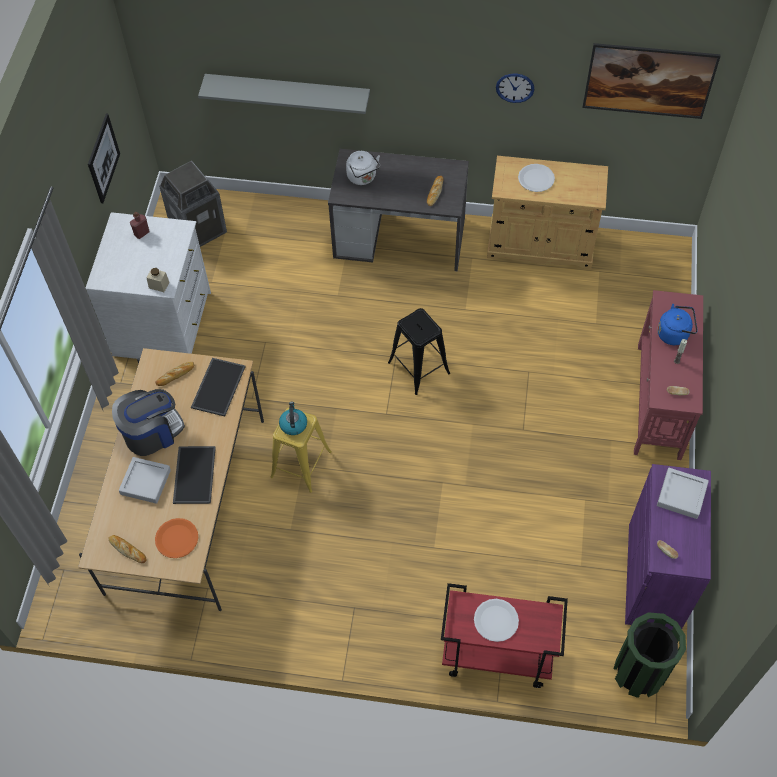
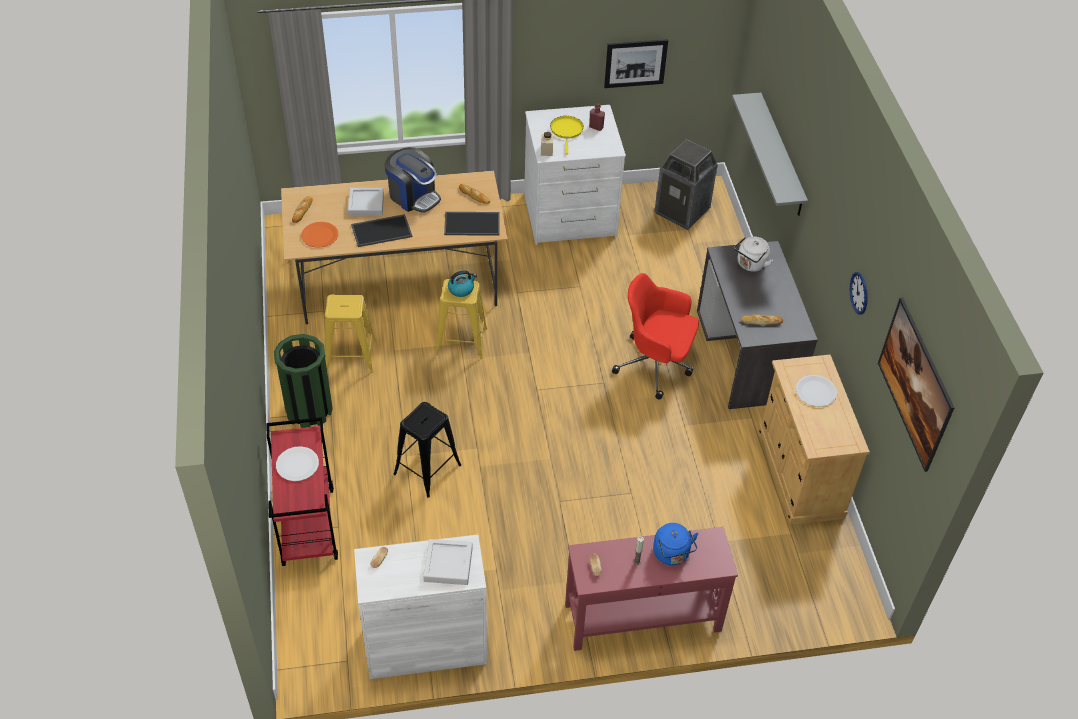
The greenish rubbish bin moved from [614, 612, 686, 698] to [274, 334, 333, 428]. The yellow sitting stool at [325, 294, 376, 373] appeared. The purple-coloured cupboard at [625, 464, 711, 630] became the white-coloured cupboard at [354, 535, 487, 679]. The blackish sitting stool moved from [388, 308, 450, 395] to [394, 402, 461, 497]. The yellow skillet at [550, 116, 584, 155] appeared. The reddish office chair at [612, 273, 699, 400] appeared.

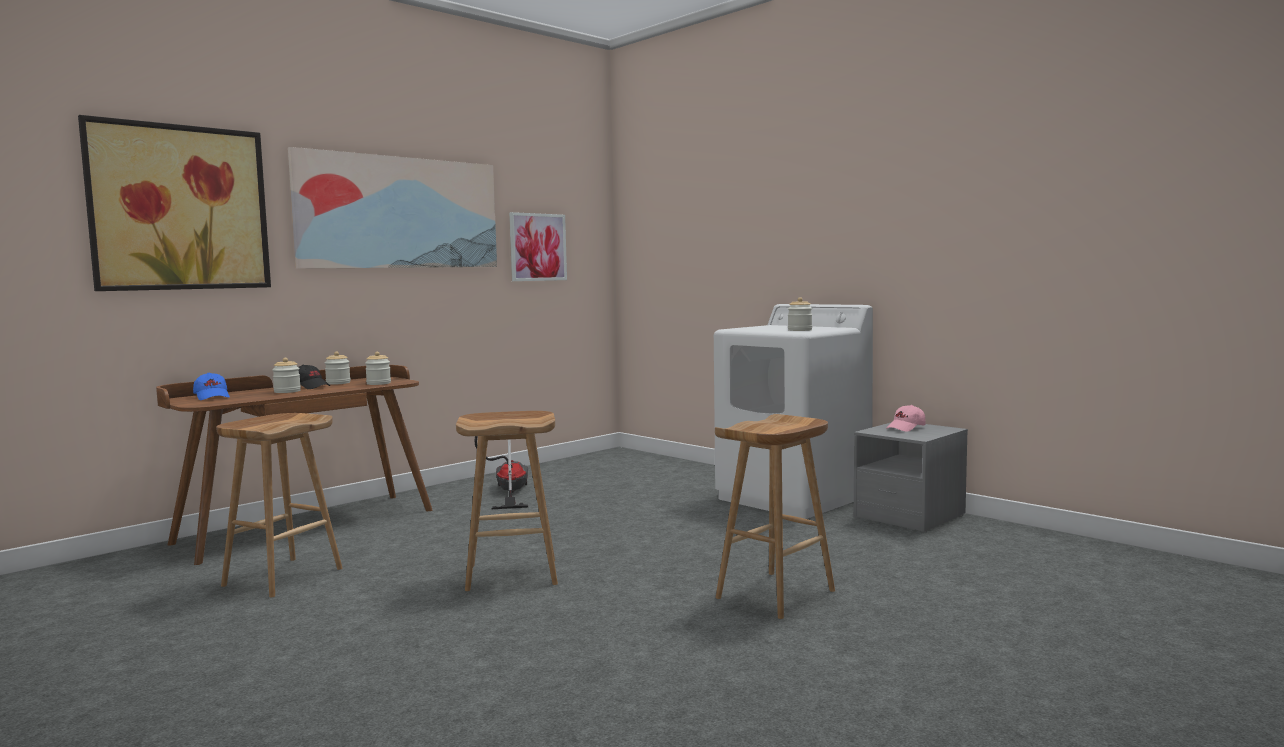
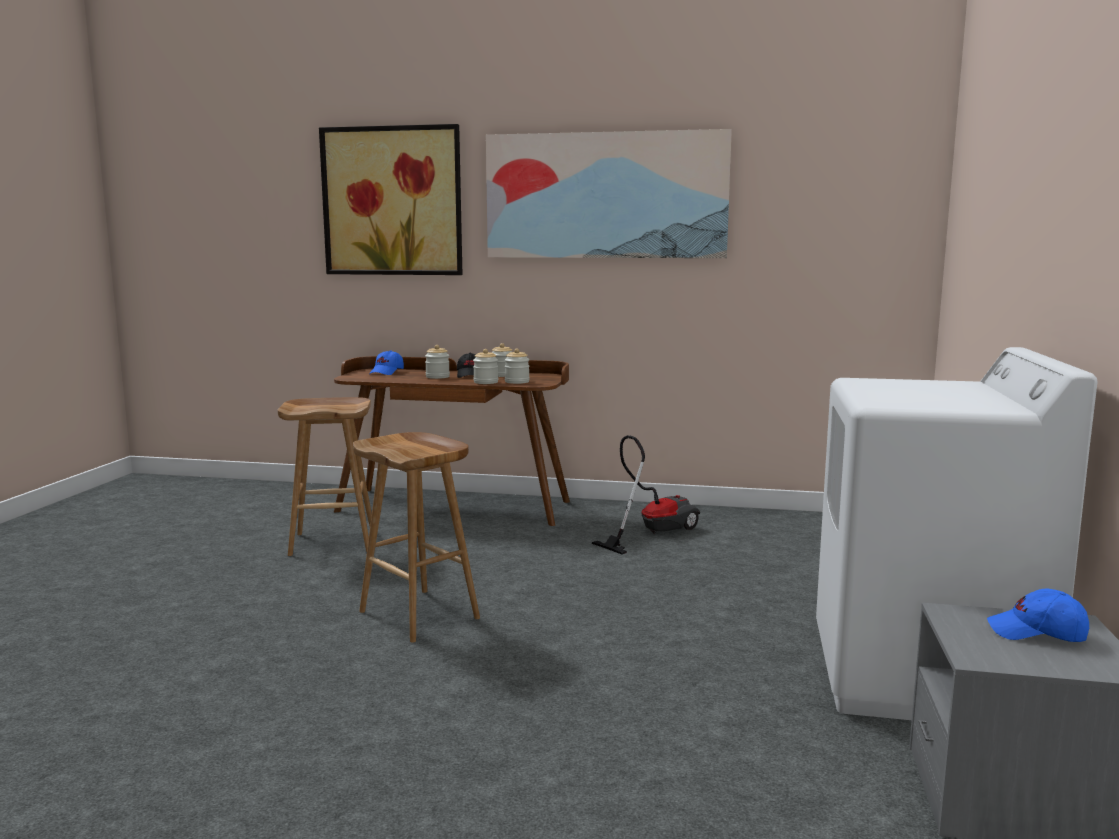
The preserve jar moved from [788, 297, 812, 331] to [473, 349, 498, 384]. The pinkish baseball cap at [886, 405, 926, 432] became the blue-coloured baseball cap at [987, 588, 1089, 642]. The wall art at [509, 212, 567, 281] disappeared. The brownish sitting stool at [715, 414, 835, 619] disappeared.

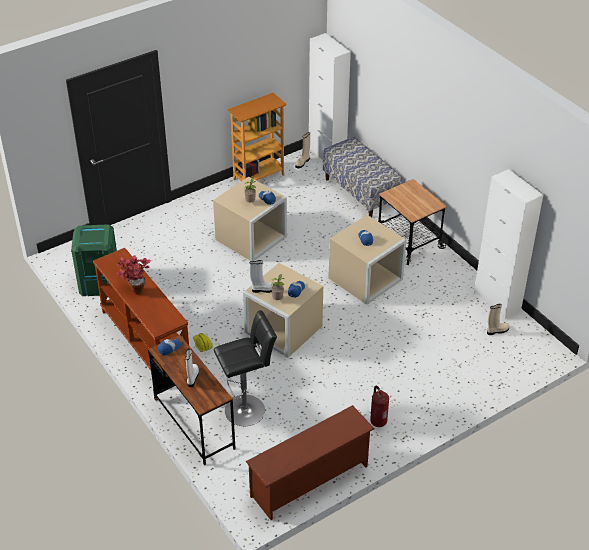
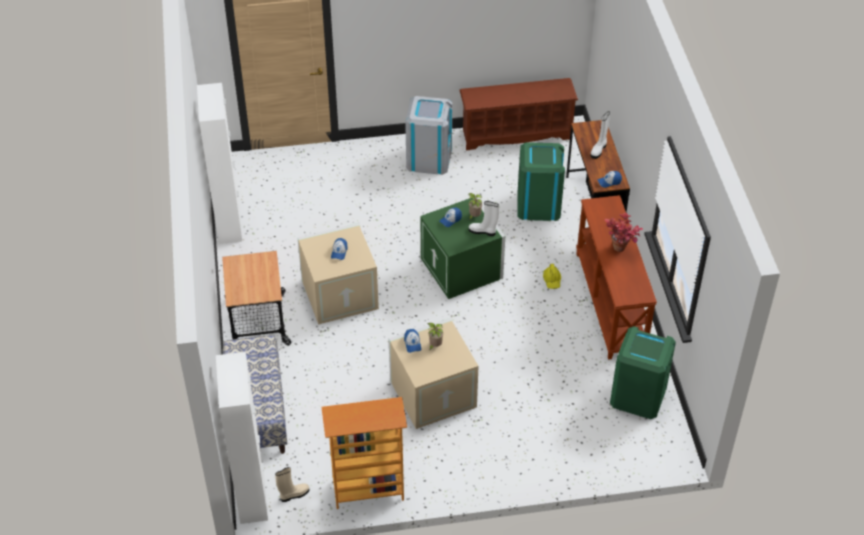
The extinguisher at [370, 385, 389, 427] was replaced by the gray rubbish bin at [405, 96, 452, 175]. The beige storage bin at [243, 263, 323, 358] became the greenish storage bin at [420, 196, 505, 299]. The blackish sitting stool at [214, 311, 277, 426] was replaced by the greenish rubbish bin at [517, 142, 565, 221]. The beige tall boot at [487, 304, 510, 335] disappeared.

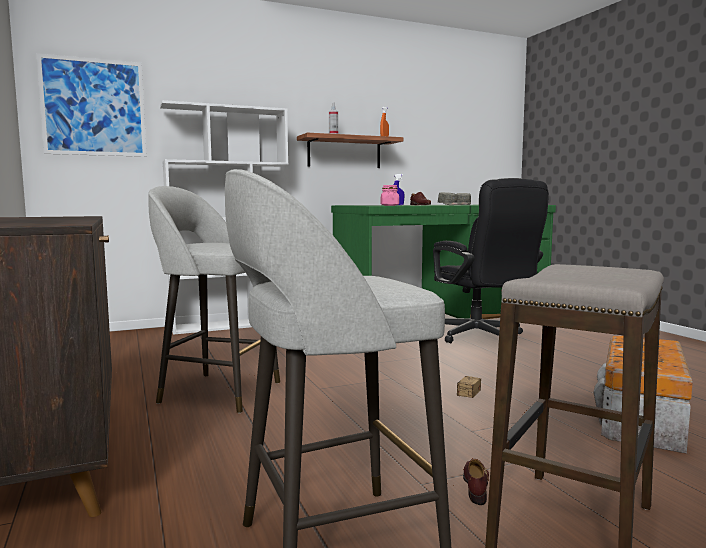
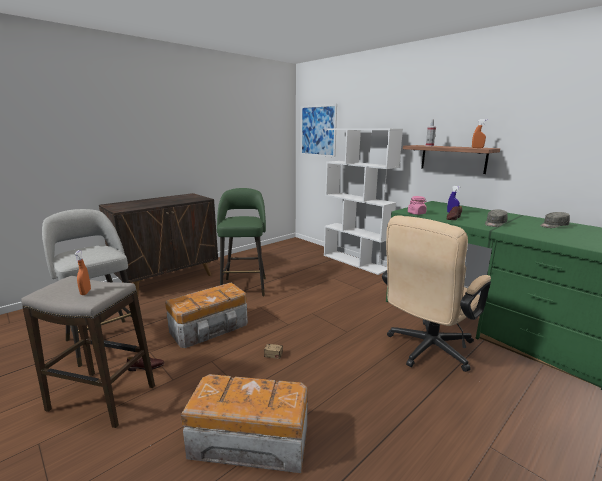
The orangey sprayer at [74, 250, 91, 295] appeared. The storage bin at [165, 283, 248, 348] appeared. The gray sitting stool at [149, 186, 280, 413] became the greenish sitting stool at [217, 188, 266, 296]. The blackish office chair at [433, 178, 549, 343] became the beige office chair at [382, 216, 491, 372].

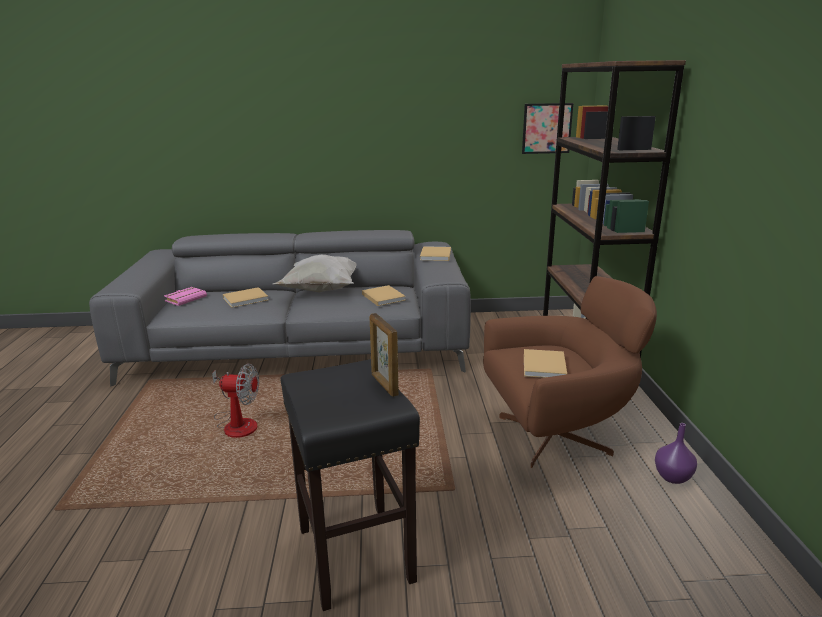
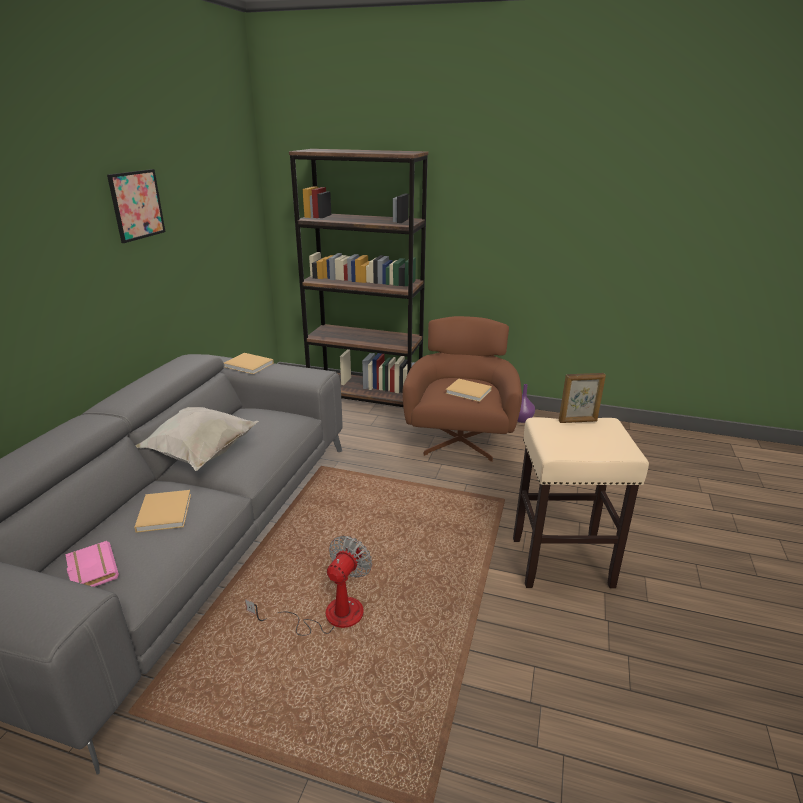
The wall art moved from [522, 103, 573, 154] to [107, 169, 165, 243]. The blackish sitting stool at [281, 359, 420, 611] became the beige sitting stool at [513, 417, 649, 588]. The beige book at [362, 285, 406, 306] disappeared.

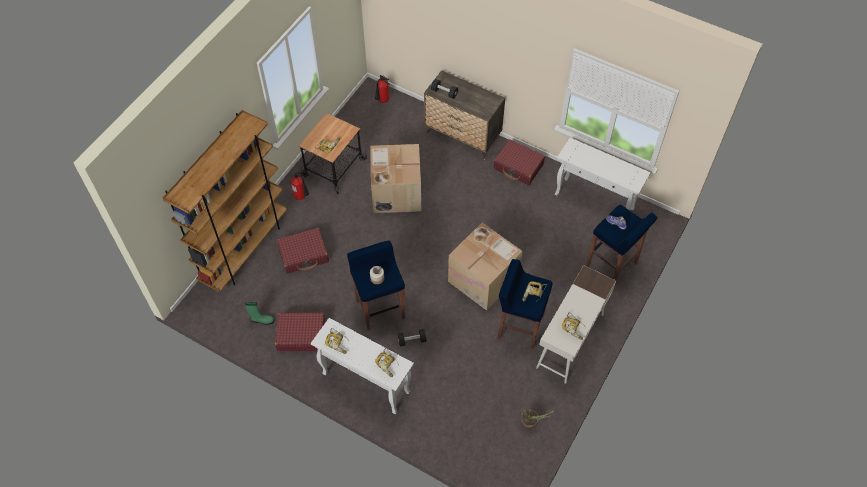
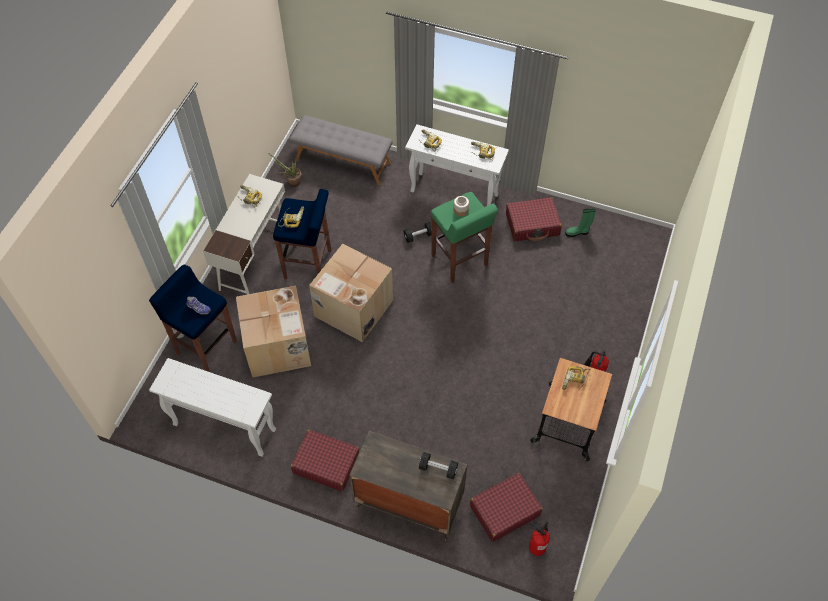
The carton moved from [370, 144, 421, 213] to [236, 286, 311, 377]. The gray bench at [289, 115, 393, 185] appeared. The blue-coloured sitting stool at [347, 241, 405, 331] became the greenish sitting stool at [431, 192, 498, 283]. The reddish travel case moved from [277, 228, 329, 273] to [470, 473, 543, 542]. The brownish bookshelf at [163, 110, 287, 292] disappeared.

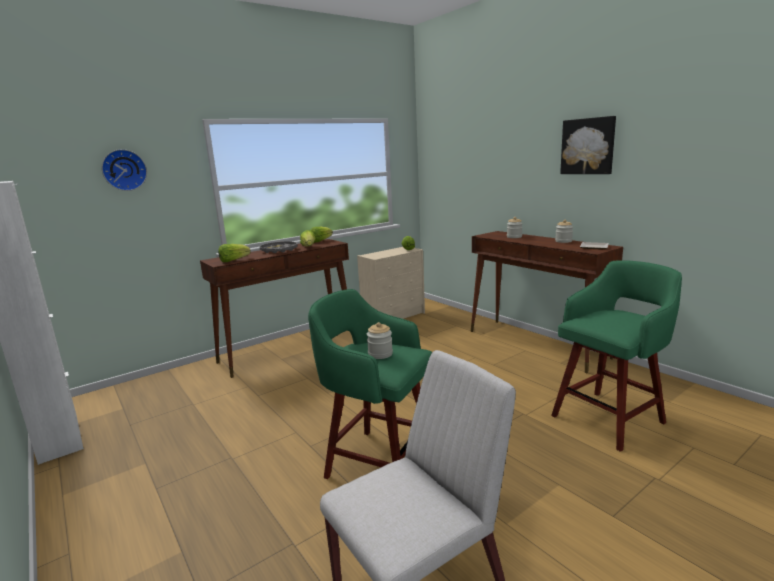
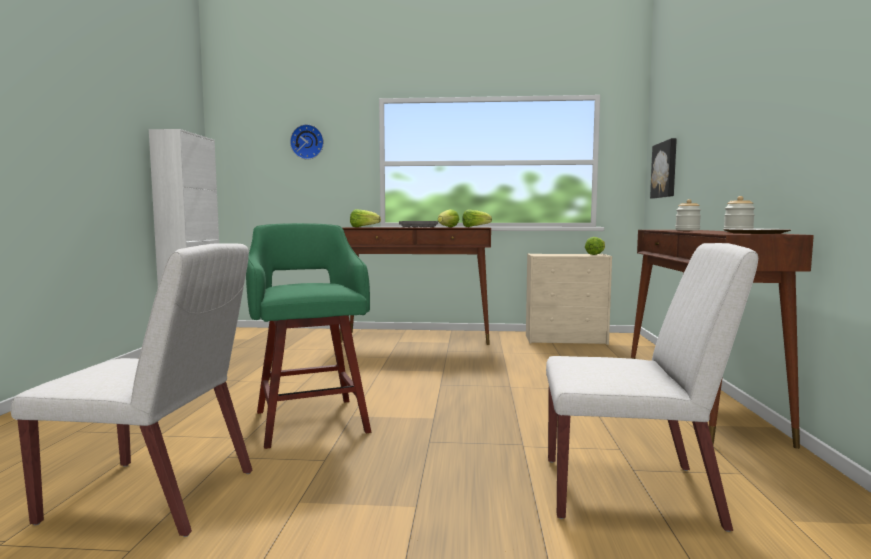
The greenish sitting stool at [551, 260, 682, 452] was replaced by the white-coloured chair at [546, 243, 758, 532]. The wall art moved from [560, 116, 616, 174] to [650, 138, 677, 198]. The preserve jar at [367, 322, 393, 359] disappeared.

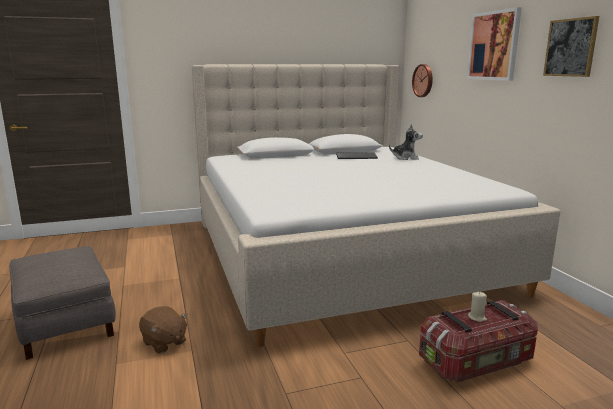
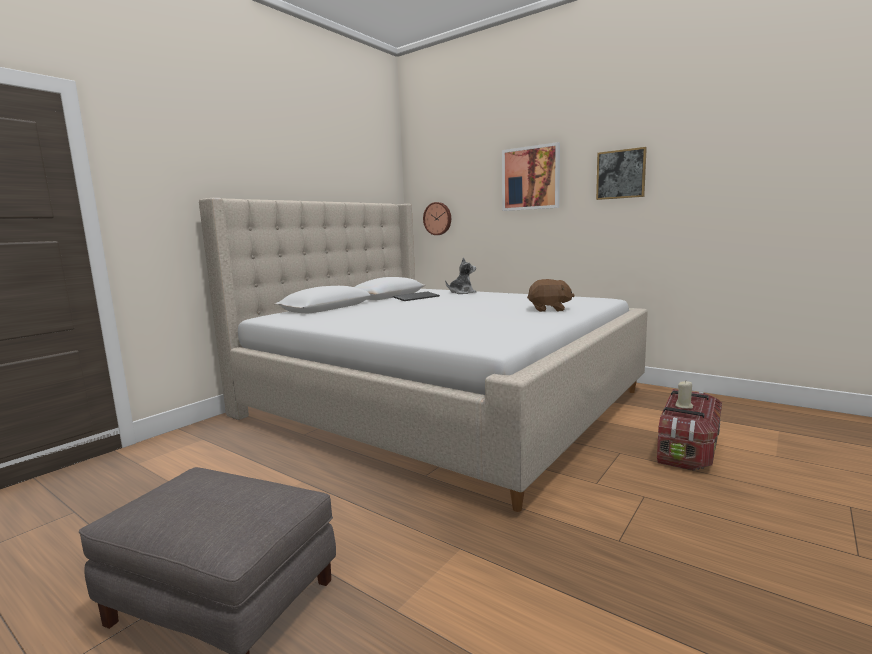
The brownish plush toy moved from [139, 306, 188, 354] to [527, 279, 575, 312].

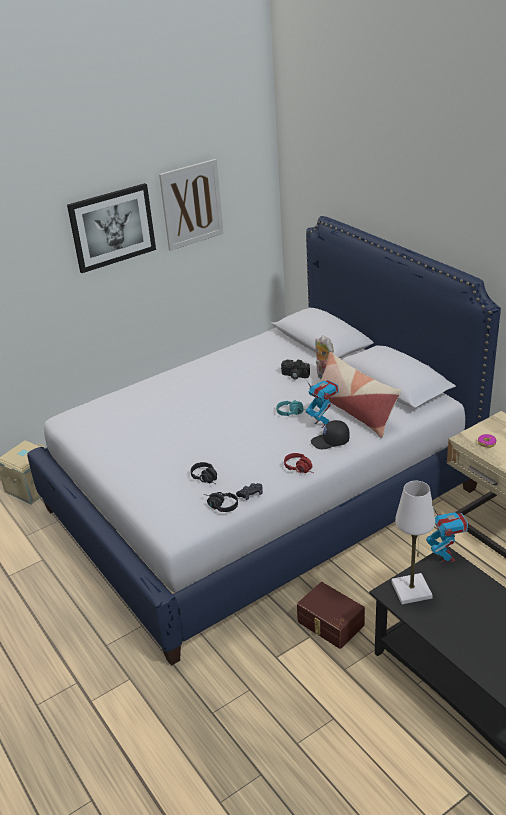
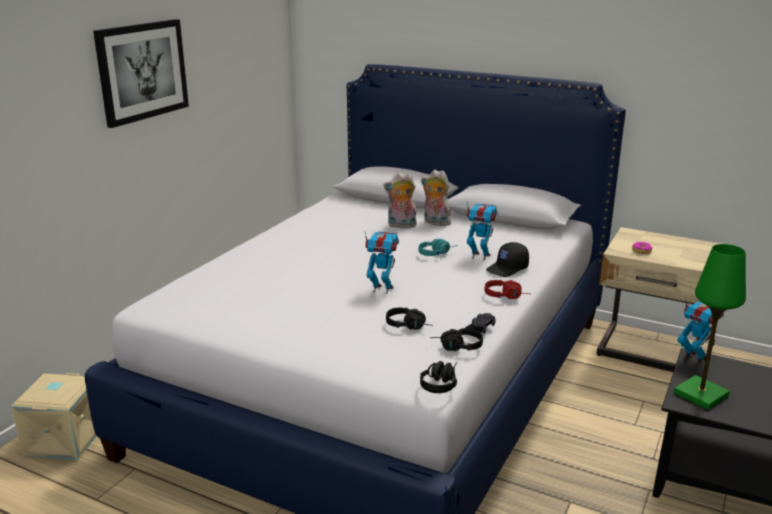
The robot figure at [364, 230, 399, 294] appeared. The photo camera at [281, 360, 310, 380] was replaced by the plush toy at [383, 172, 417, 228]. The blackish pair of headphones at [420, 361, 457, 393] appeared. The white-coloured table lamp at [391, 481, 435, 604] became the greenish table lamp at [674, 244, 746, 410]. The wall art at [159, 159, 224, 251] disappeared. The brownish storage bin at [297, 582, 365, 649] disappeared. The cushion at [320, 352, 401, 438] disappeared.

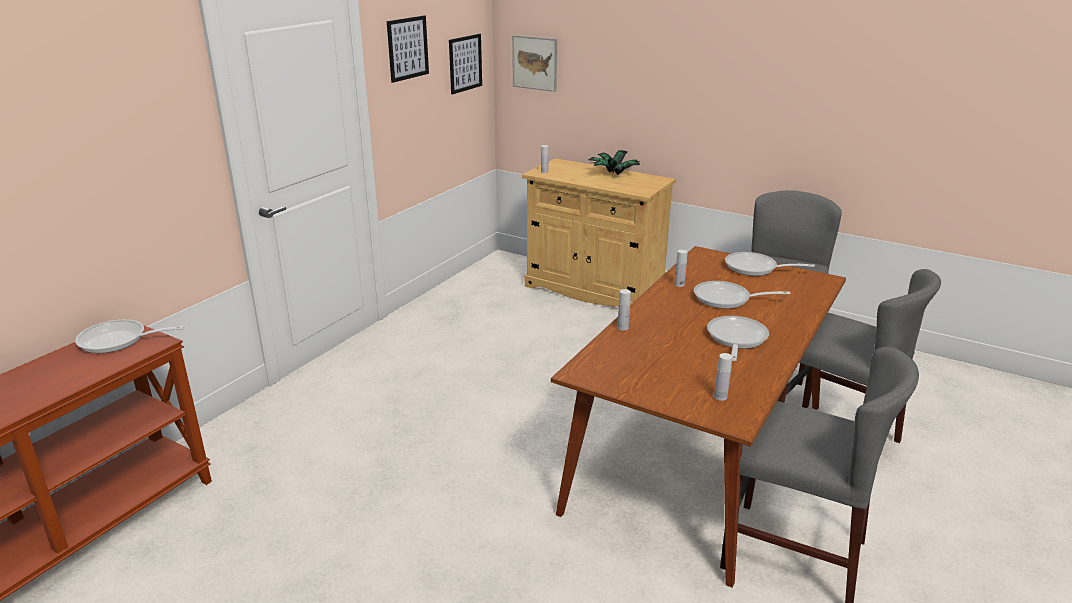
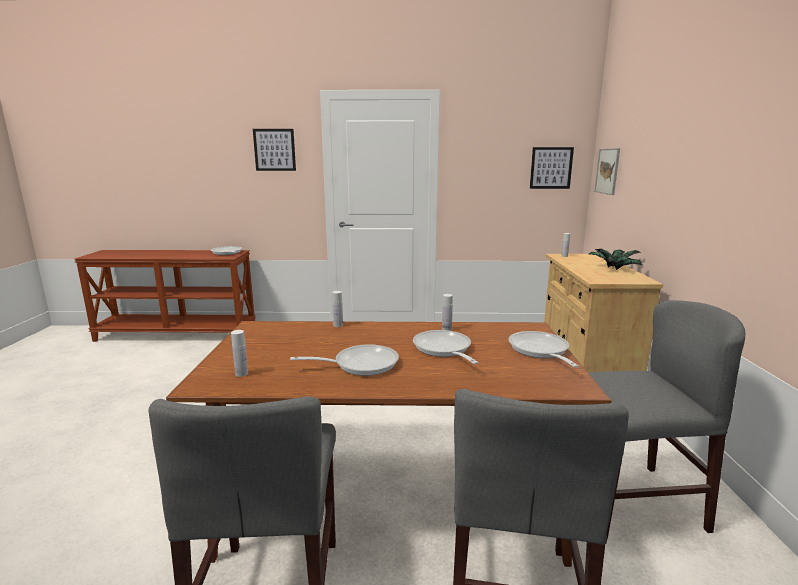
The wall art moved from [387, 15, 429, 83] to [253, 129, 296, 171].

